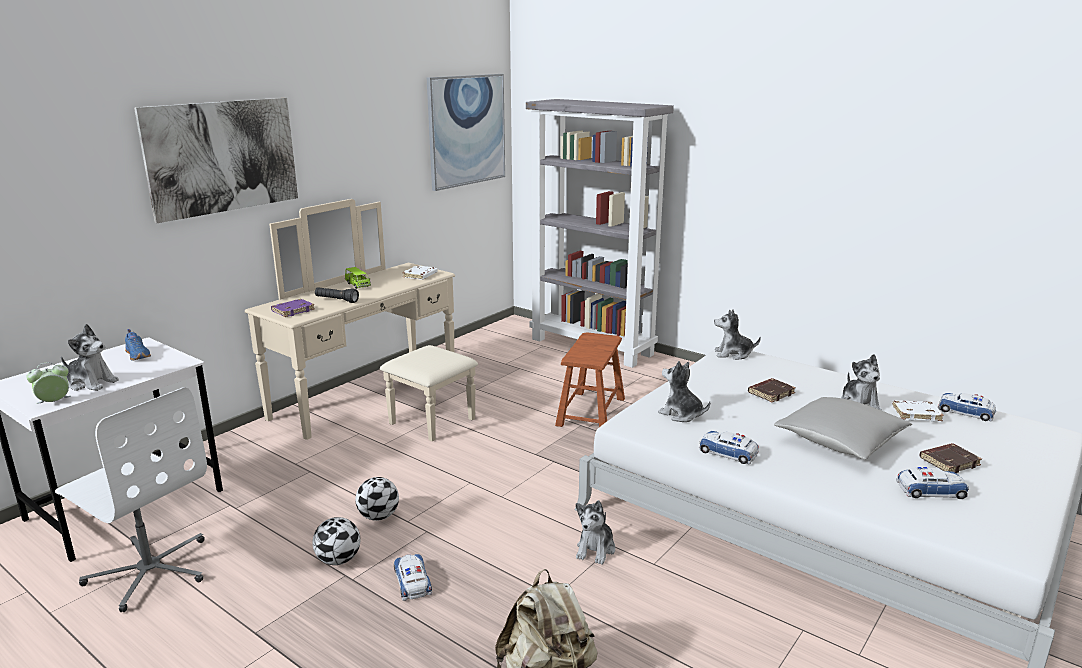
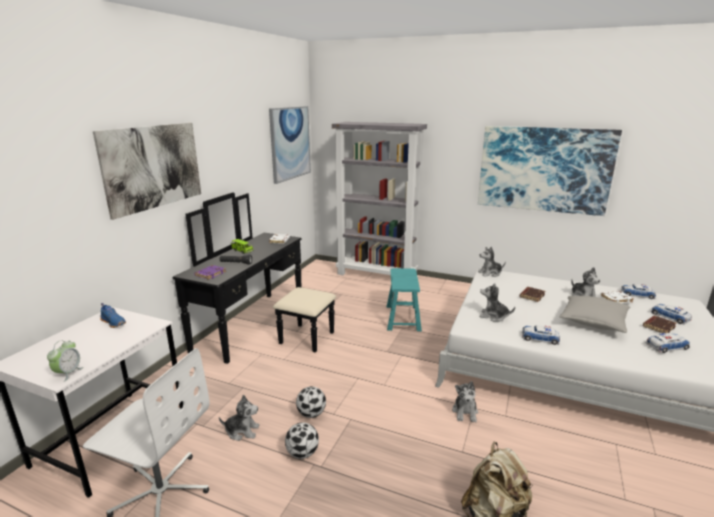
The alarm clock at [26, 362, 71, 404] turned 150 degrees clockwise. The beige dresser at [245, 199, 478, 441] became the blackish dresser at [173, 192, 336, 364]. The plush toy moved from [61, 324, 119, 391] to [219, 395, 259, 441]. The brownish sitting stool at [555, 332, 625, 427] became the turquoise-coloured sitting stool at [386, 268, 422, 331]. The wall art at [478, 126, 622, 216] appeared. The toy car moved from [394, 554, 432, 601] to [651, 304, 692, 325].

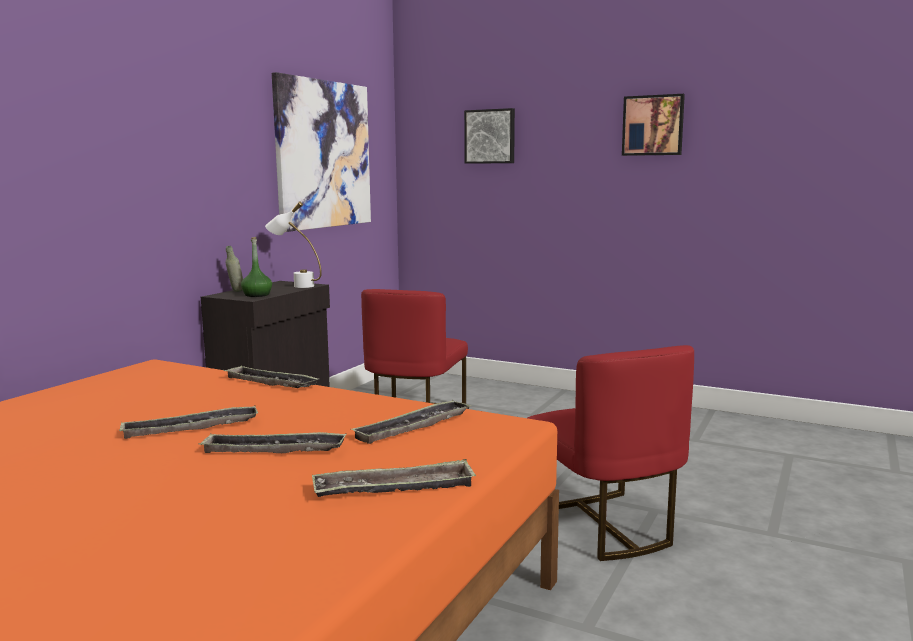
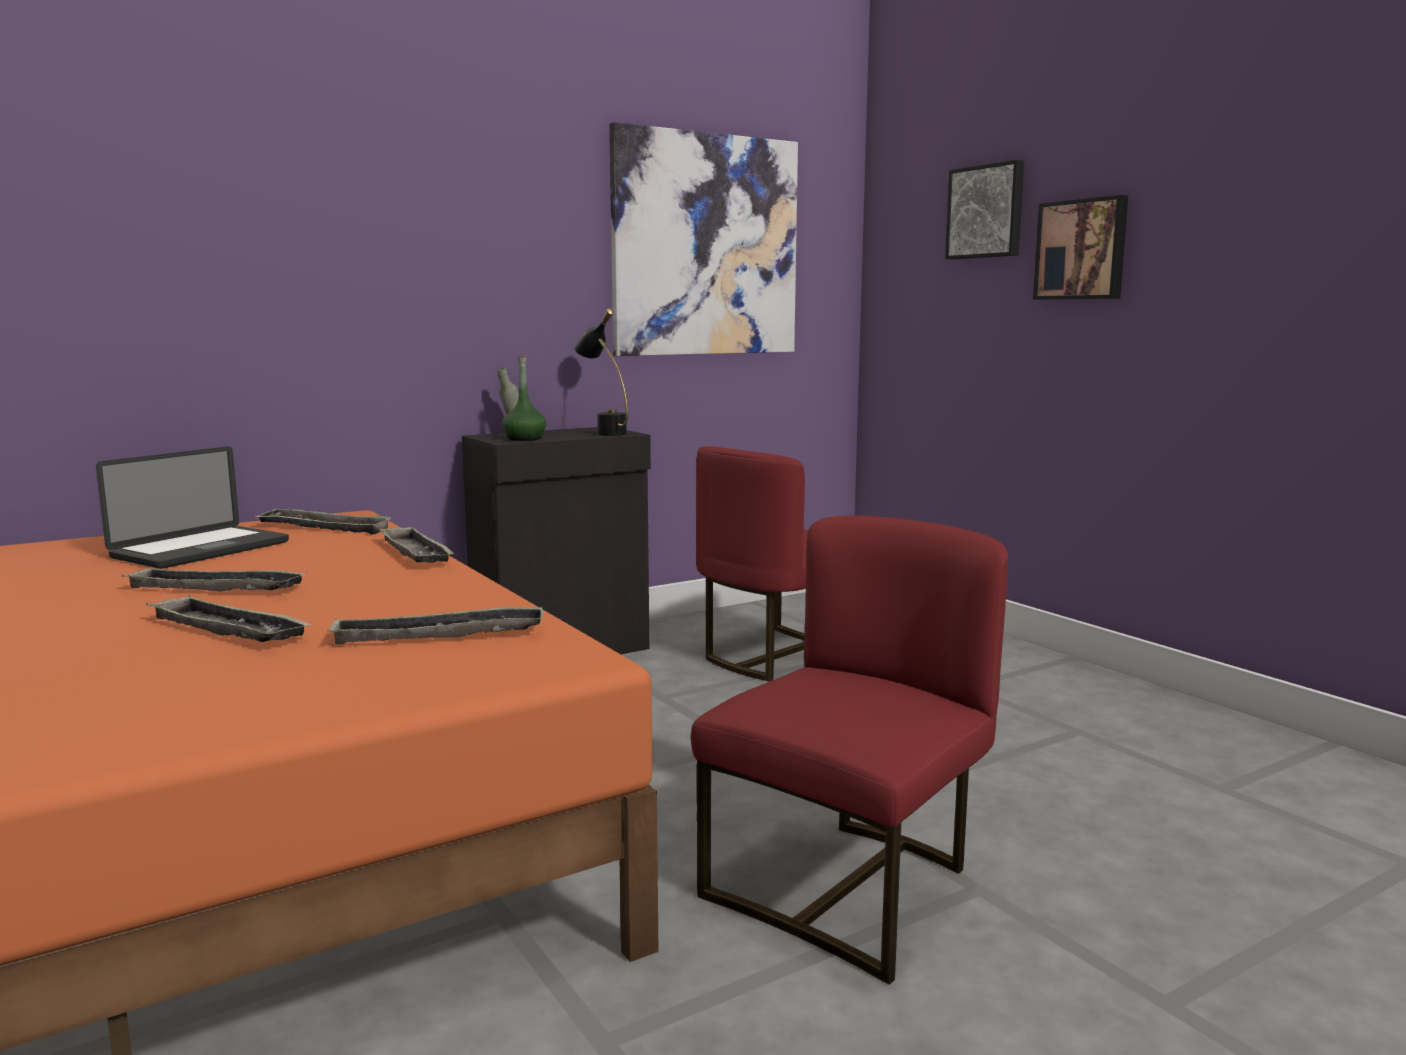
The notebook computer at [96, 447, 289, 569] appeared. The tray moved from [312, 459, 476, 497] to [254, 508, 393, 535]. The white-coloured table lamp at [265, 201, 322, 288] became the blackish table lamp at [574, 308, 628, 436]. The reddish chair at [528, 345, 694, 561] turned 150 degrees counterclockwise. The wall art moved from [622, 94, 685, 156] to [1033, 195, 1128, 300].

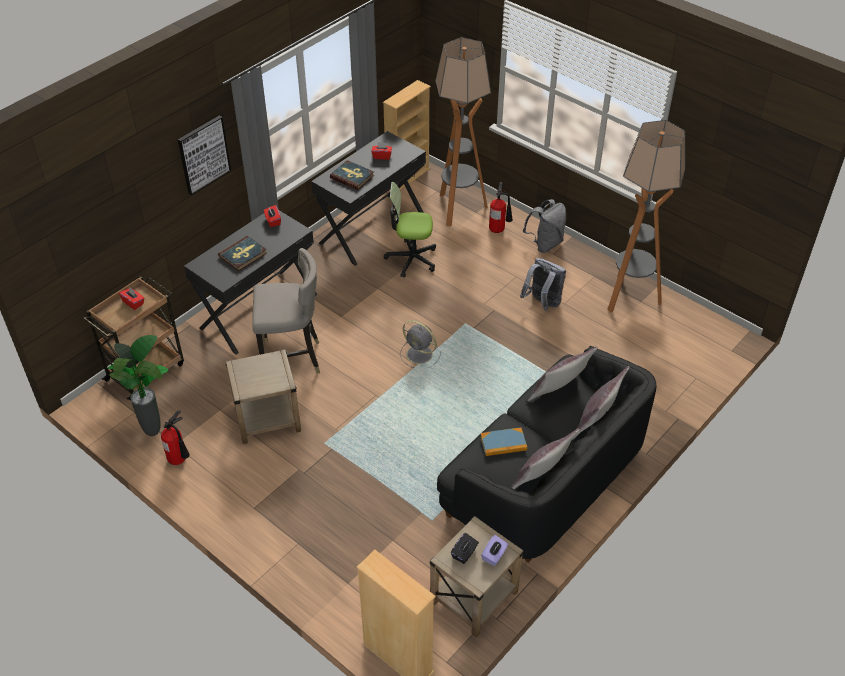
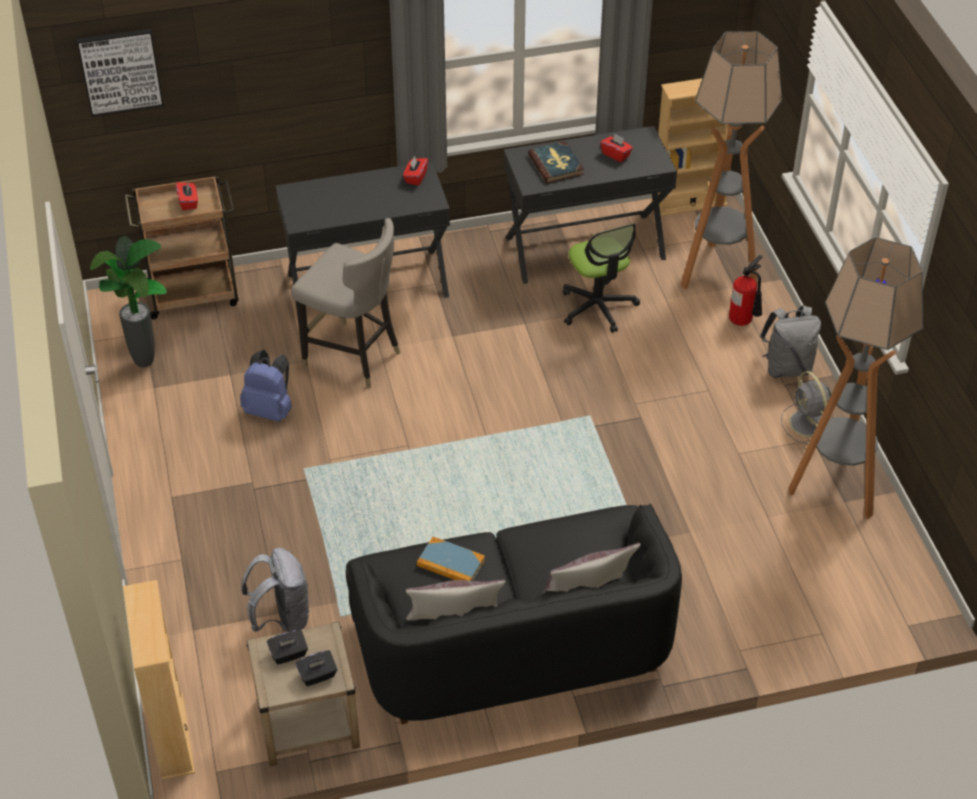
The wall art moved from [178, 115, 231, 195] to [76, 29, 164, 117]. The beige side table at [226, 349, 301, 444] was replaced by the blue-coloured backpack at [240, 350, 292, 422]. The gray backpack moved from [520, 258, 566, 311] to [241, 548, 310, 632]. The purple-coloured box of tissues at [481, 535, 508, 566] became the blackish box of tissues at [296, 650, 337, 686]. The office chair at [384, 182, 436, 278] turned 150 degrees counterclockwise. The gray electric fan moved from [400, 320, 441, 368] to [781, 371, 834, 444]. The extinguisher at [161, 410, 190, 465] disappeared. The book at [218, 236, 267, 271] disappeared. The gray cushion at [527, 346, 598, 401] disappeared.

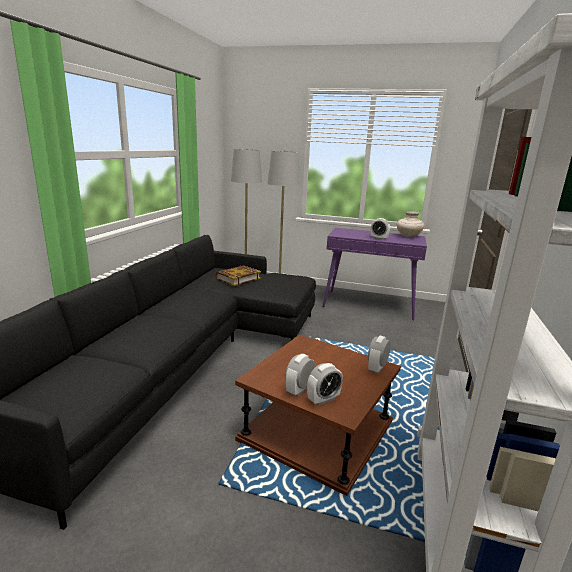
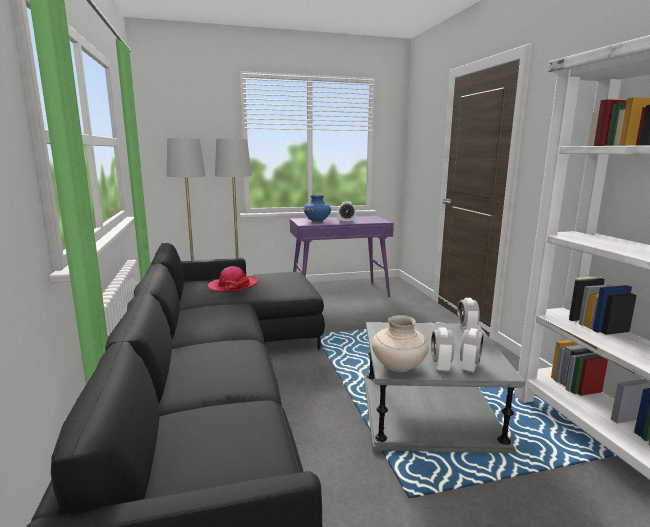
The book at [216, 265, 261, 286] was replaced by the clothing hat at [207, 266, 259, 292]. The blue-coloured vase at [303, 195, 331, 221] appeared. The brownish side table at [235, 334, 401, 496] became the gray side table at [364, 322, 525, 453]. The beige vase moved from [397, 211, 424, 238] to [372, 315, 429, 372].

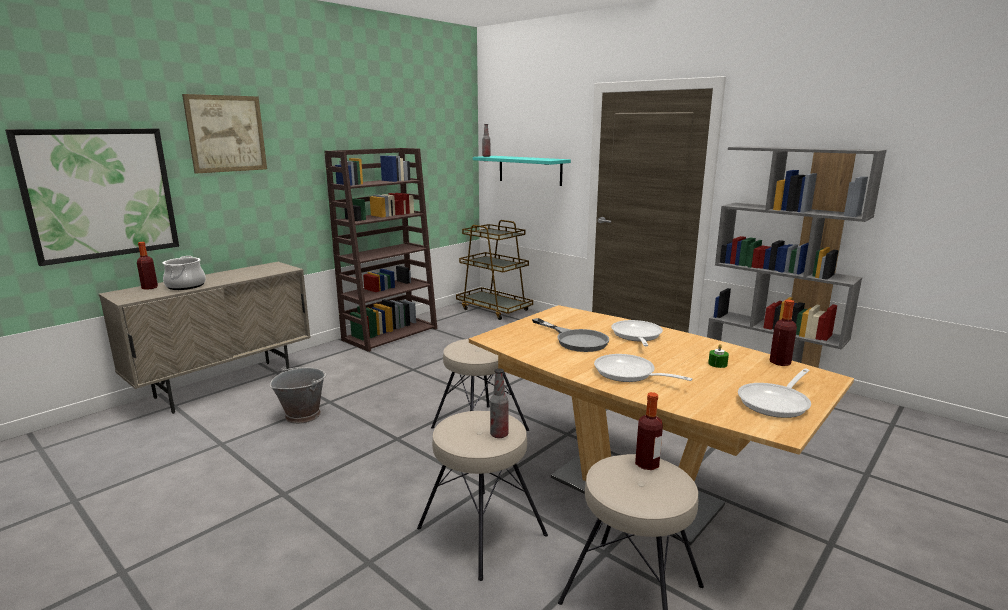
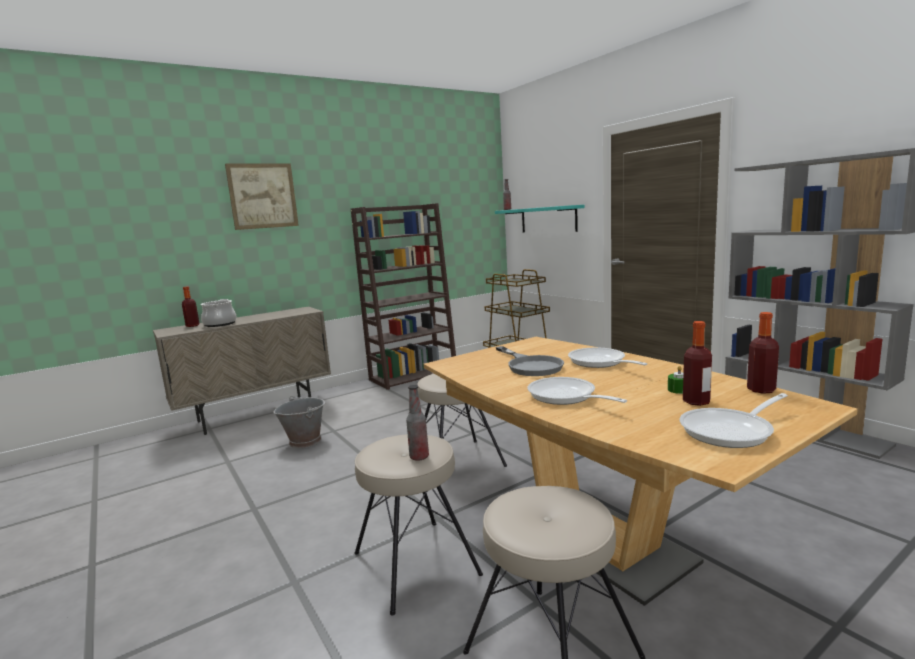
The skillet at [611, 320, 663, 346] turned 45 degrees counterclockwise. The beverage bottle moved from [635, 392, 663, 470] to [683, 321, 712, 406]. The wall art at [5, 129, 179, 266] disappeared.

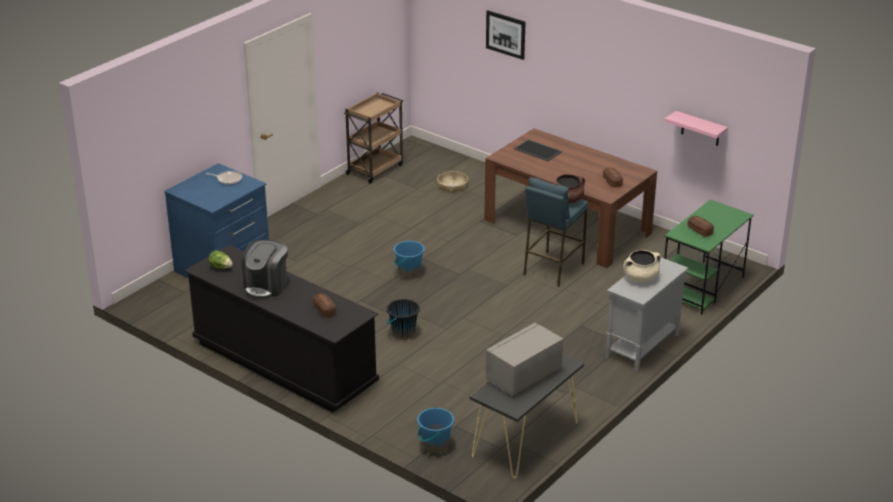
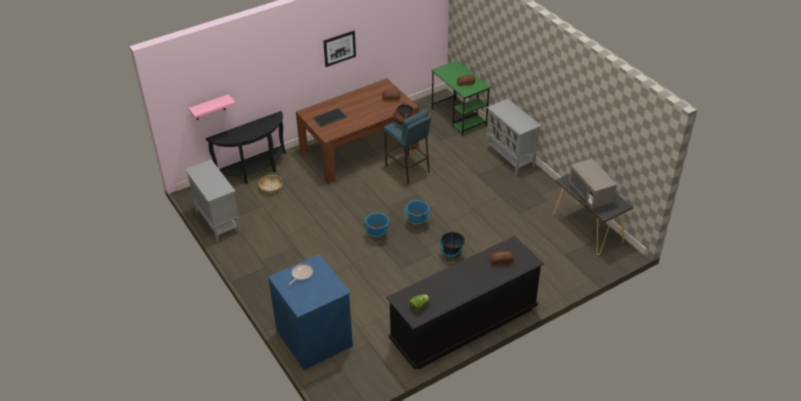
The brownish wheeled cart at [344, 92, 403, 184] was replaced by the gray cupboard at [185, 159, 241, 242]. The pinkish wall shelf moved from [665, 111, 728, 146] to [188, 94, 236, 120]. The blackish hall table at [205, 111, 286, 184] appeared. The wall art moved from [486, 10, 526, 60] to [323, 31, 356, 67]. The blue-coloured water bucket moved from [417, 407, 454, 454] to [405, 200, 430, 229]. The coffee machine at [242, 240, 288, 299] disappeared. The beige stockpot at [624, 250, 661, 283] disappeared.

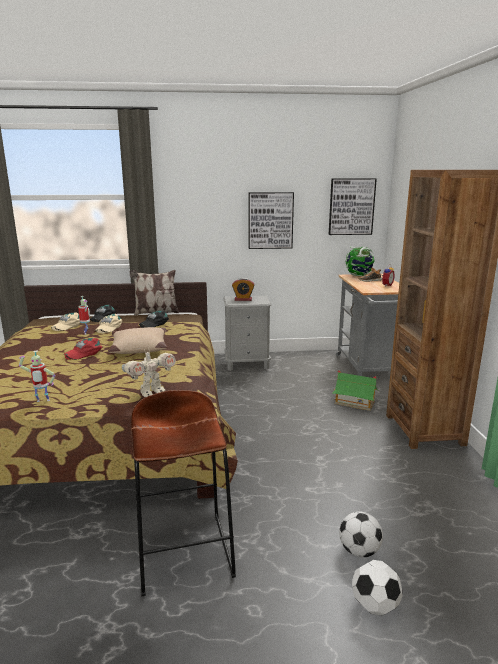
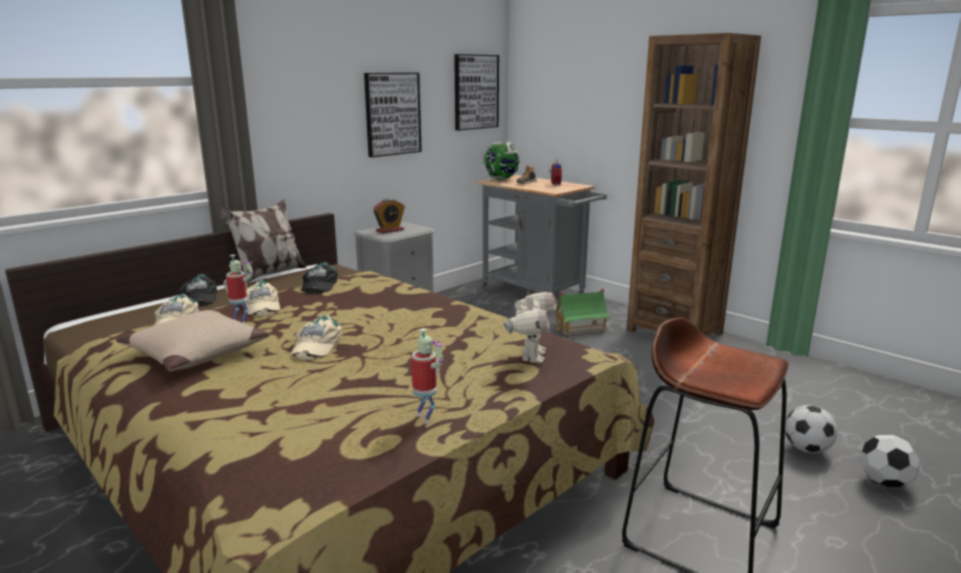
The beige cushion moved from [108, 327, 167, 354] to [116, 309, 270, 371]. The reddish baseball cap at [64, 338, 103, 360] became the beige baseball cap at [290, 315, 342, 360]. The robot figure at [19, 351, 55, 402] turned 75 degrees counterclockwise.

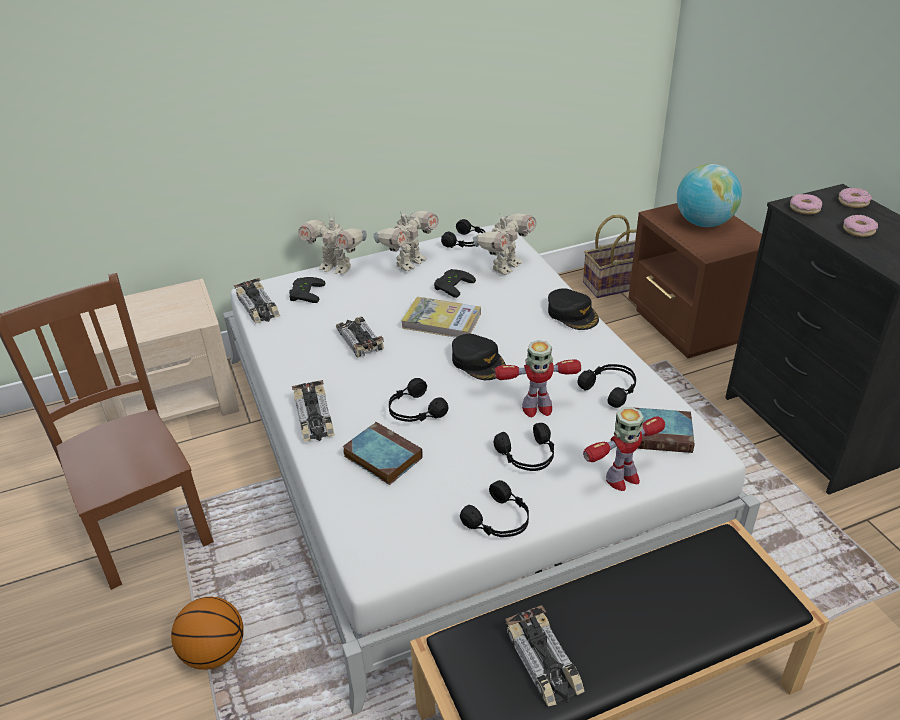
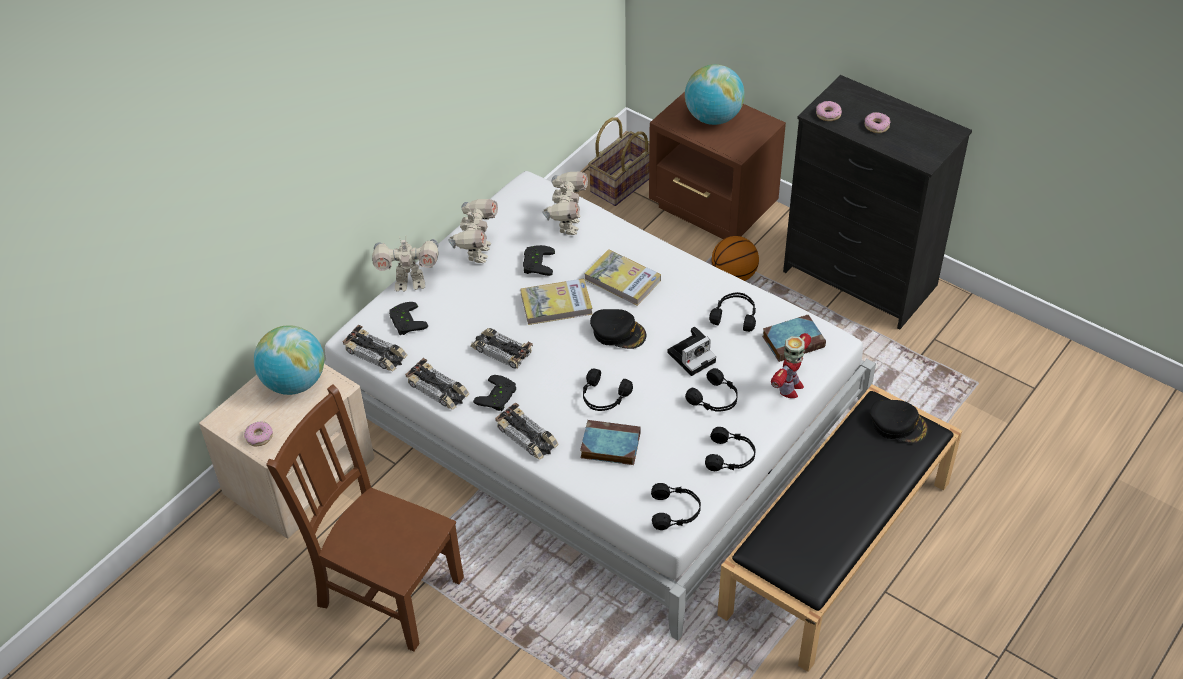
The doughnut moved from [839, 188, 872, 208] to [244, 422, 273, 446]. The globe at [254, 325, 324, 395] appeared. The toy car moved from [506, 605, 585, 707] to [405, 358, 469, 410]. The blackish joypad at [473, 375, 516, 411] appeared. The book at [584, 249, 661, 306] appeared. The blackish pair of headphones moved from [441, 219, 485, 248] to [651, 483, 701, 530]. The robot figure at [494, 340, 581, 417] was replaced by the photo camera at [667, 326, 716, 376]. The ball for basketball moved from [171, 597, 243, 670] to [712, 236, 759, 281]. The blackish baseball cap moved from [548, 288, 599, 330] to [870, 400, 929, 443].

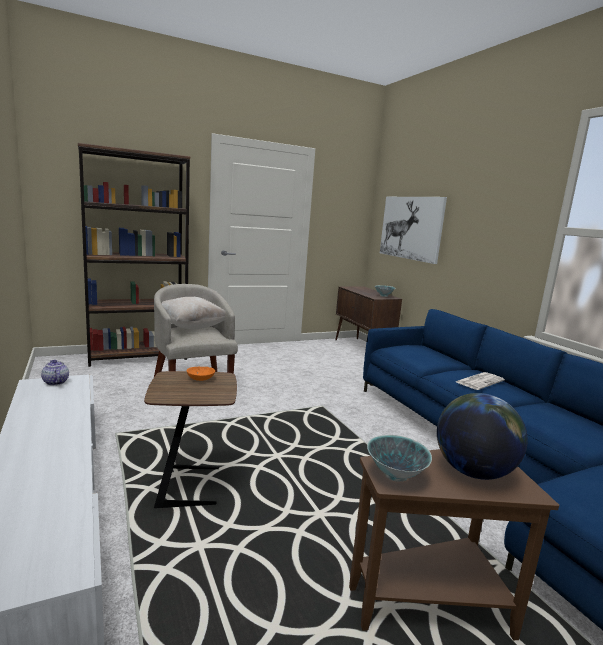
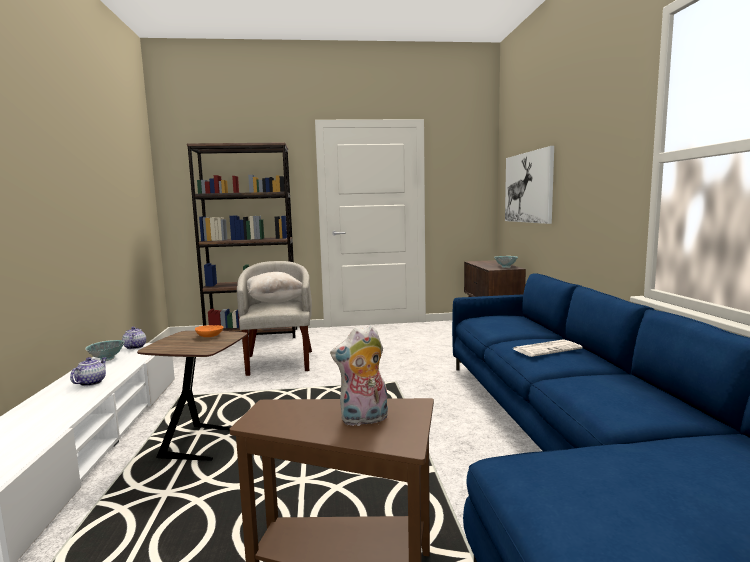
The pot for tea at [70, 357, 107, 386] appeared. The bowl moved from [367, 435, 432, 481] to [85, 340, 125, 361]. The globe at [437, 393, 528, 480] was replaced by the plush toy at [330, 325, 388, 427].

